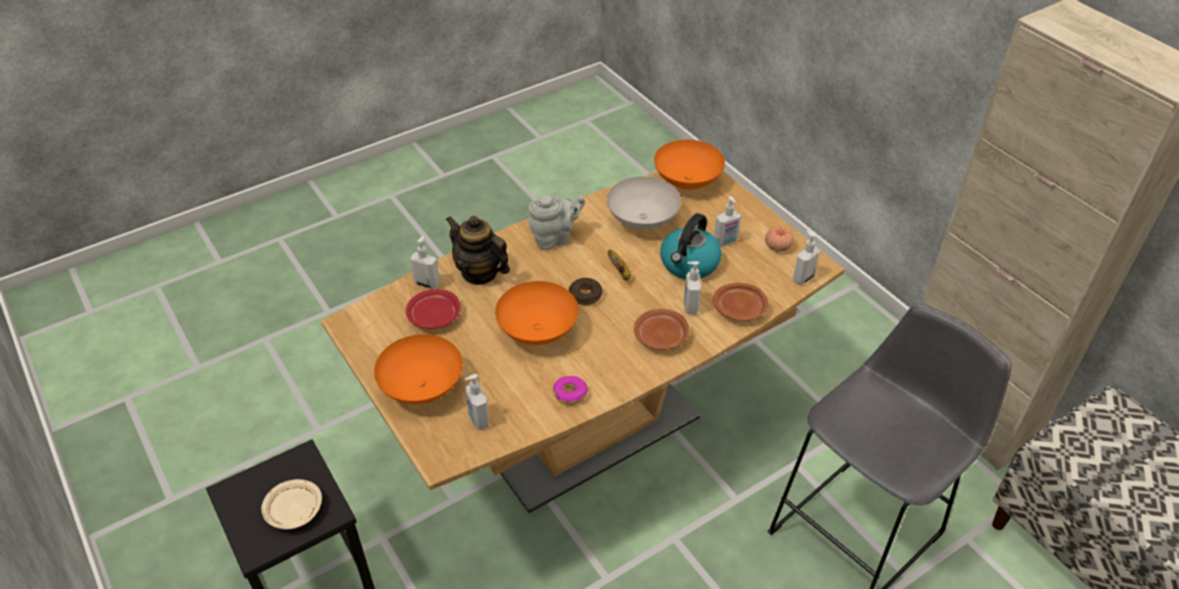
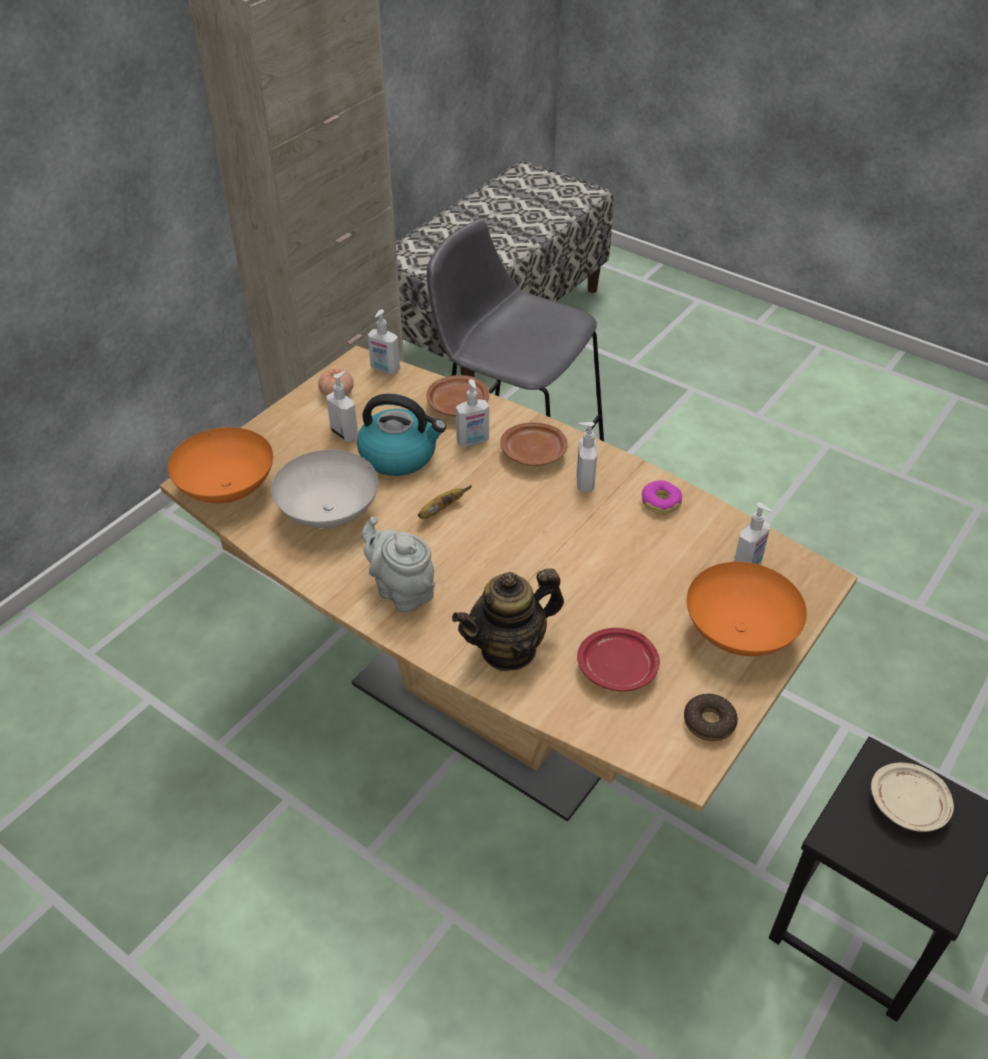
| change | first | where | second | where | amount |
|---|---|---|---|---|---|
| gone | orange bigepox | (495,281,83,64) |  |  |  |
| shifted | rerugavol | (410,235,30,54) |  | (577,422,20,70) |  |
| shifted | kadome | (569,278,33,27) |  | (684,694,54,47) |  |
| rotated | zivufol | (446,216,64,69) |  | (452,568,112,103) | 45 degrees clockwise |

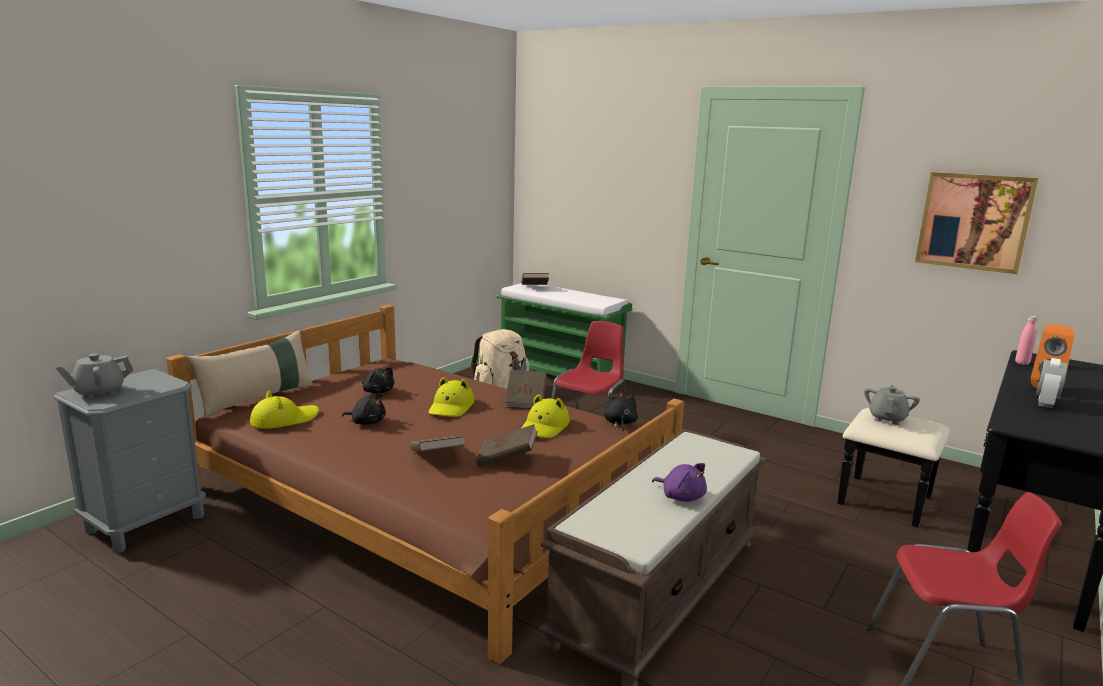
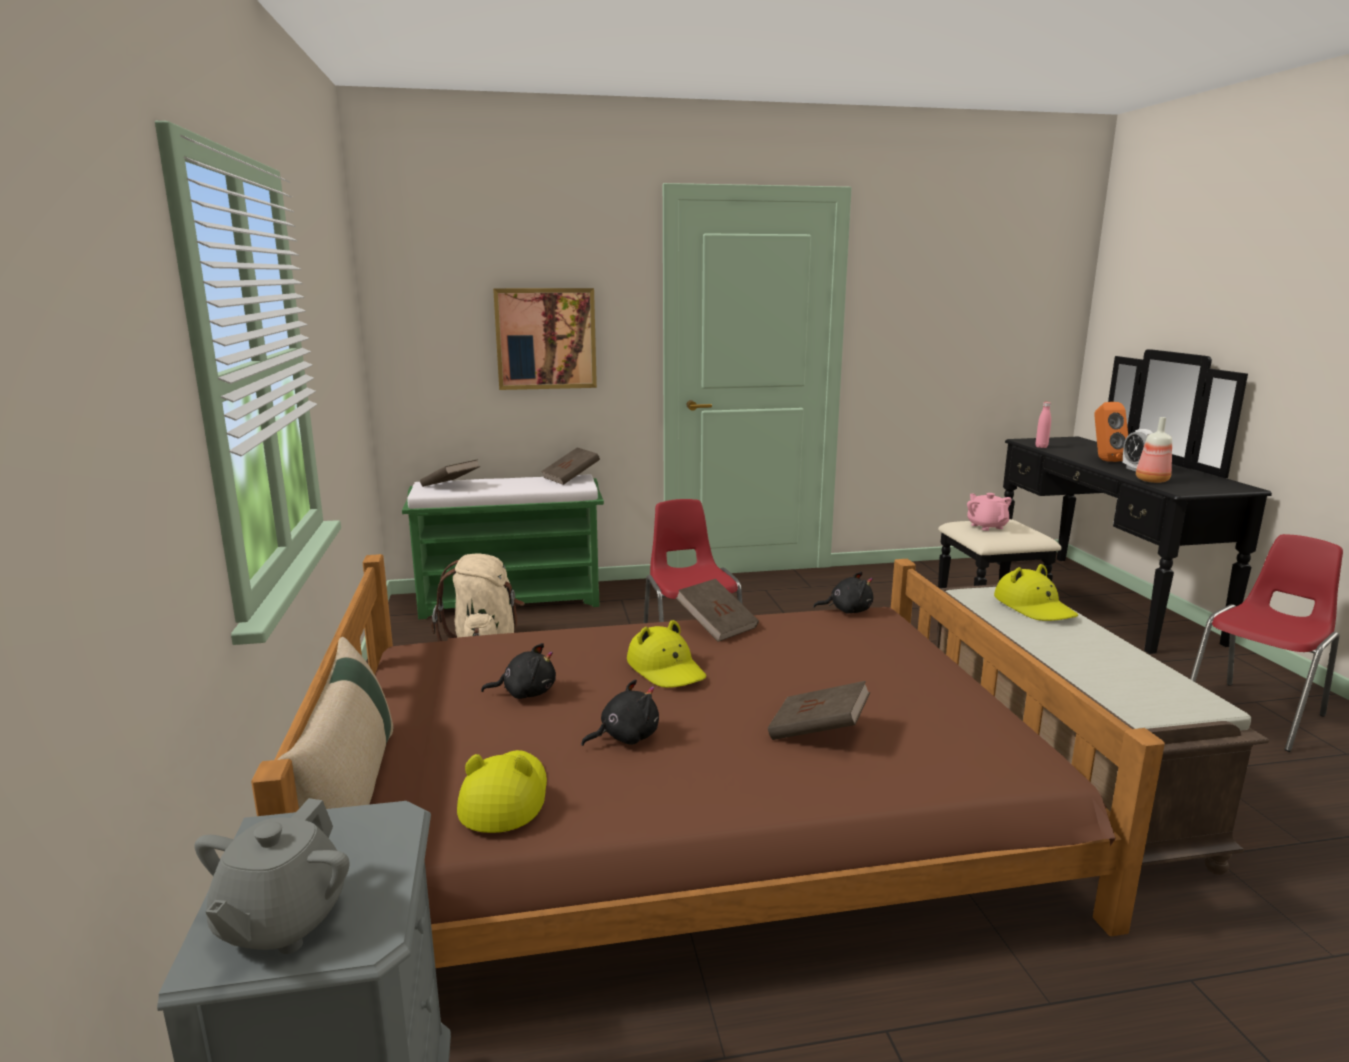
| change | first | where | second | where | amount |
|---|---|---|---|---|---|
| gone | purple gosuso | (652,463,55,39) |  |  |  |
| new |  |  | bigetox | (1136,417,36,66) |  |
| shifted | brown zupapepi | (476,424,62,43) |  | (541,448,59,37) |  |
| shifted | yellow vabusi | (522,394,48,44) |  | (994,564,84,57) |  |
| shifted | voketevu | (915,172,123,102) |  | (493,288,104,102) |  |
| repainted | grey zivufol | (864,385,56,40) | pink zivufol | (967,493,45,38) |  |
| rotated | black gosuso | (604,392,34,40) |  | (813,572,60,42) | 135 degrees clockwise |

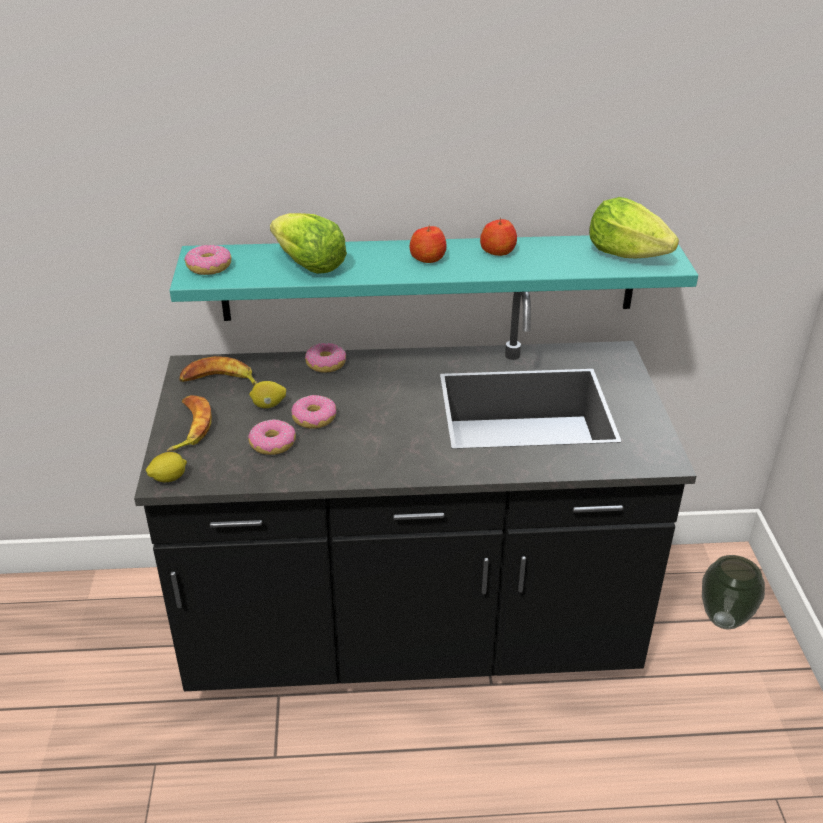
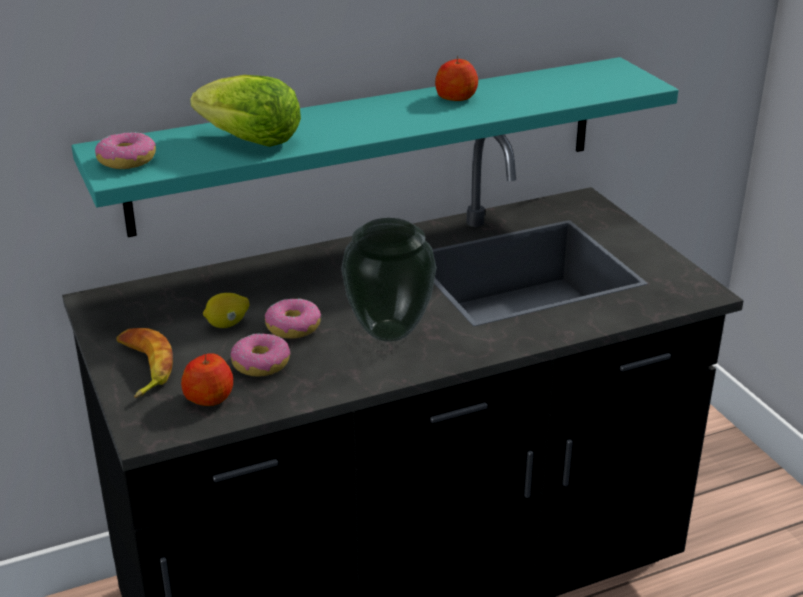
| change | first | where | second | where | amount |
|---|---|---|---|---|---|
| gone | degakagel | (146,452,41,30) |  |  |  |
| gone | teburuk | (179,356,78,29) |  |  |  |
| gone | kadome | (305,343,41,30) |  |  |  |
| gone | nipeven | (589,197,90,61) |  |  |  |
| shifted | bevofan | (410,225,37,38) |  | (181,353,52,53) |  |
| shifted | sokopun | (702,555,63,74) |  | (341,218,95,124) |  |

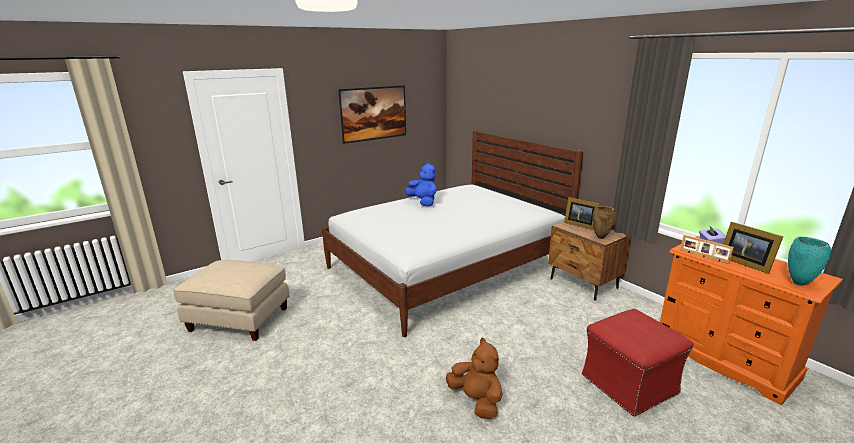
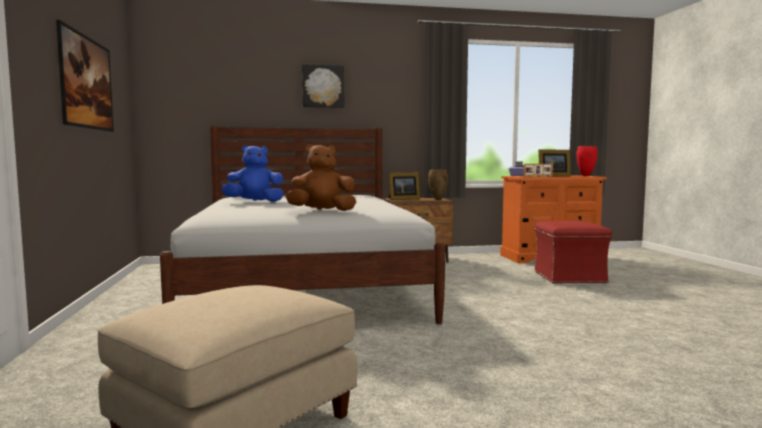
| change | first | where | second | where | amount |
|---|---|---|---|---|---|
| new |  |  | voketevu | (302,64,42,44) |  |
| shifted | brown gosuso | (446,338,57,81) |  | (285,144,71,67) |  |
| repainted | turquoise sokopun | (788,237,43,49) | red sokopun | (576,146,22,30) |  |

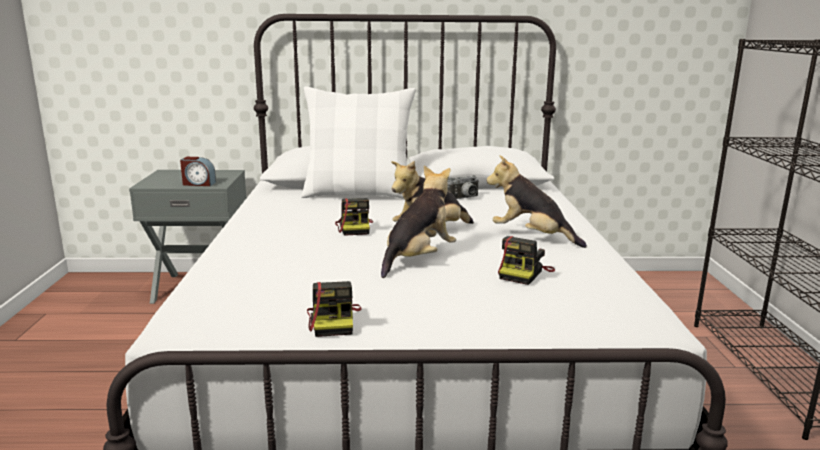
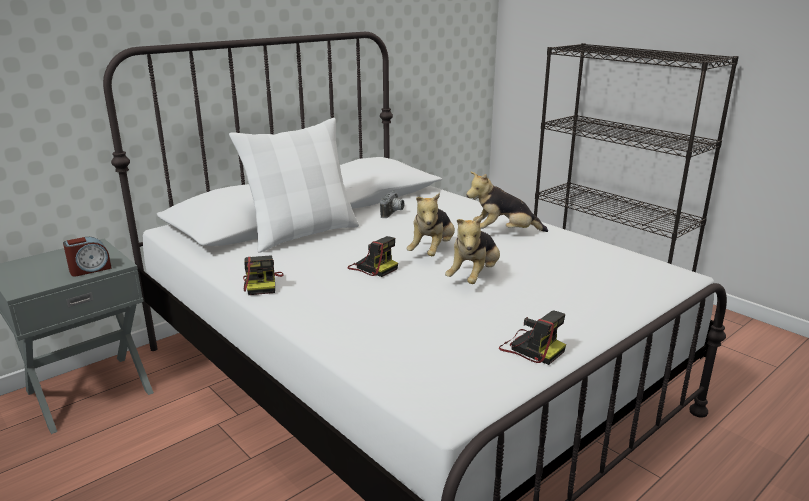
| change | first | where | second | where | amount |
|---|---|---|---|---|---|
| shifted | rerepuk | (498,236,57,49) |  | (243,255,41,40) |  |
| rotated | gosuso | (381,166,75,112) |  | (445,215,55,69) | 150 degrees counterclockwise |

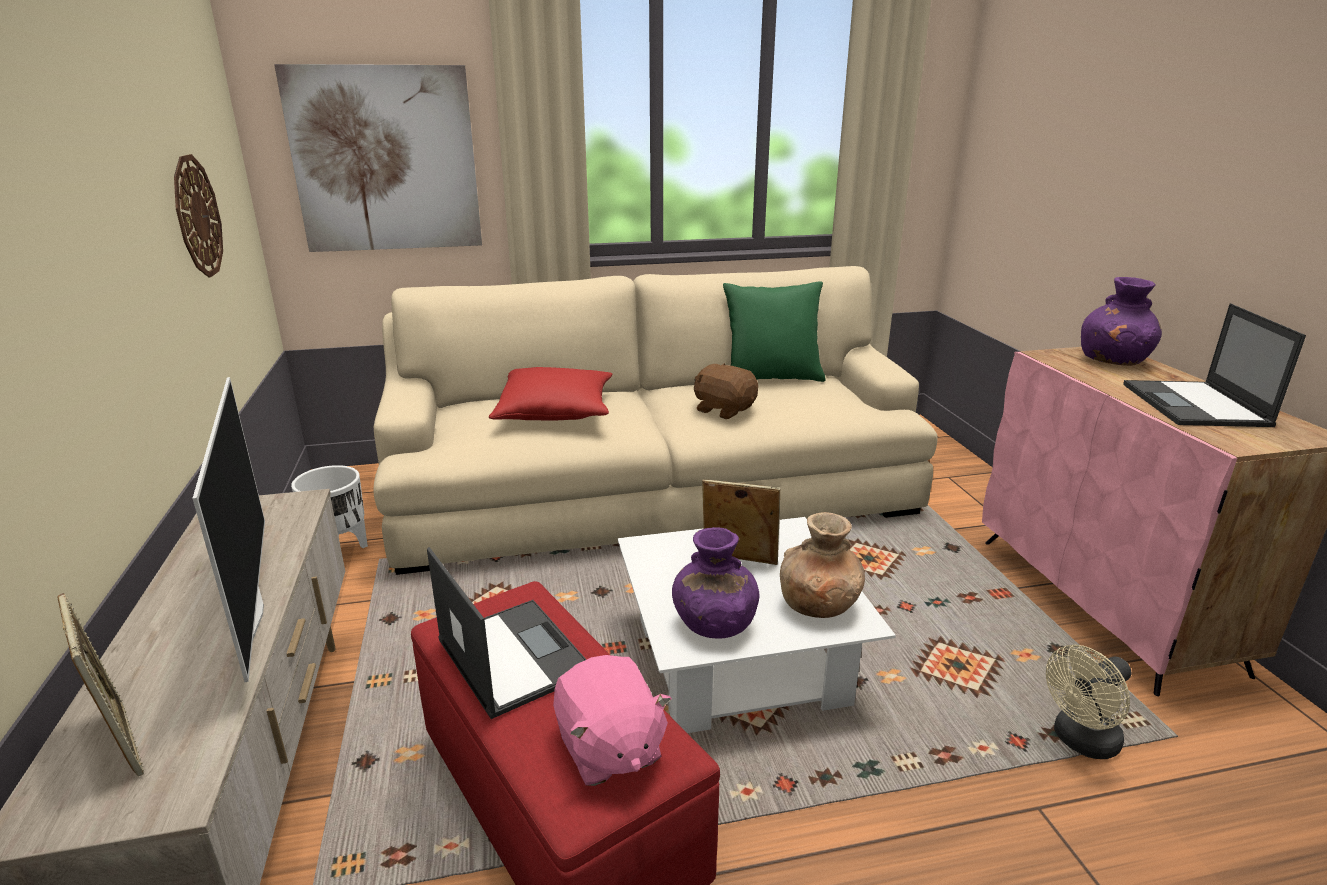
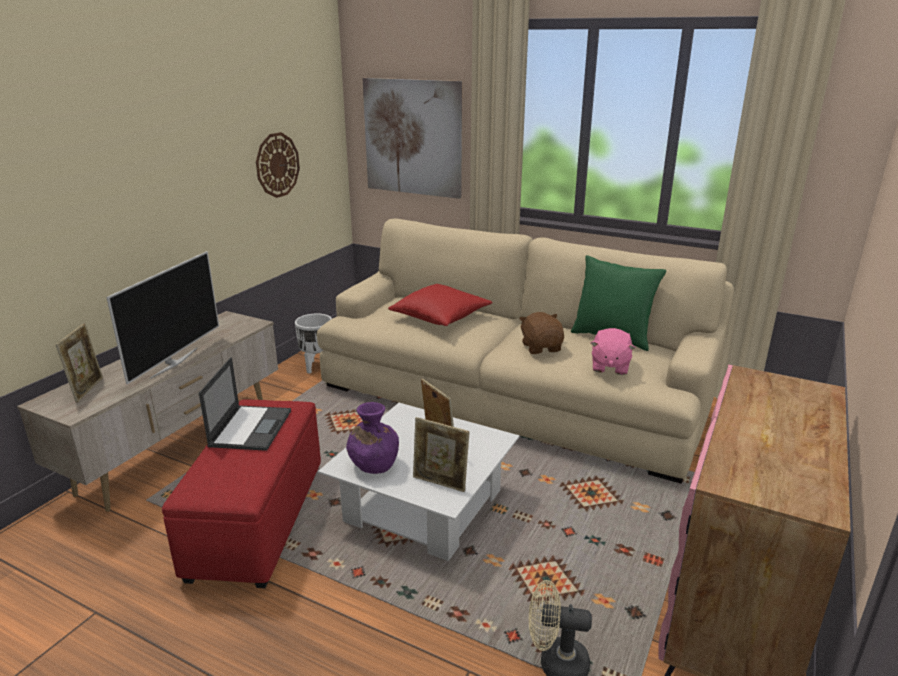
| change | first | where | second | where | amount |
|---|---|---|---|---|---|
| gone | purple sokopun | (1081,277,81,89) |  |  |  |
| gone | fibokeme | (1123,303,183,124) |  |  |  |
| shifted | pink gosuso | (553,655,119,131) |  | (591,328,45,47) |  |
| swapped | brown sokopun | (780,512,85,106) | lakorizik | (413,417,57,75) |  |

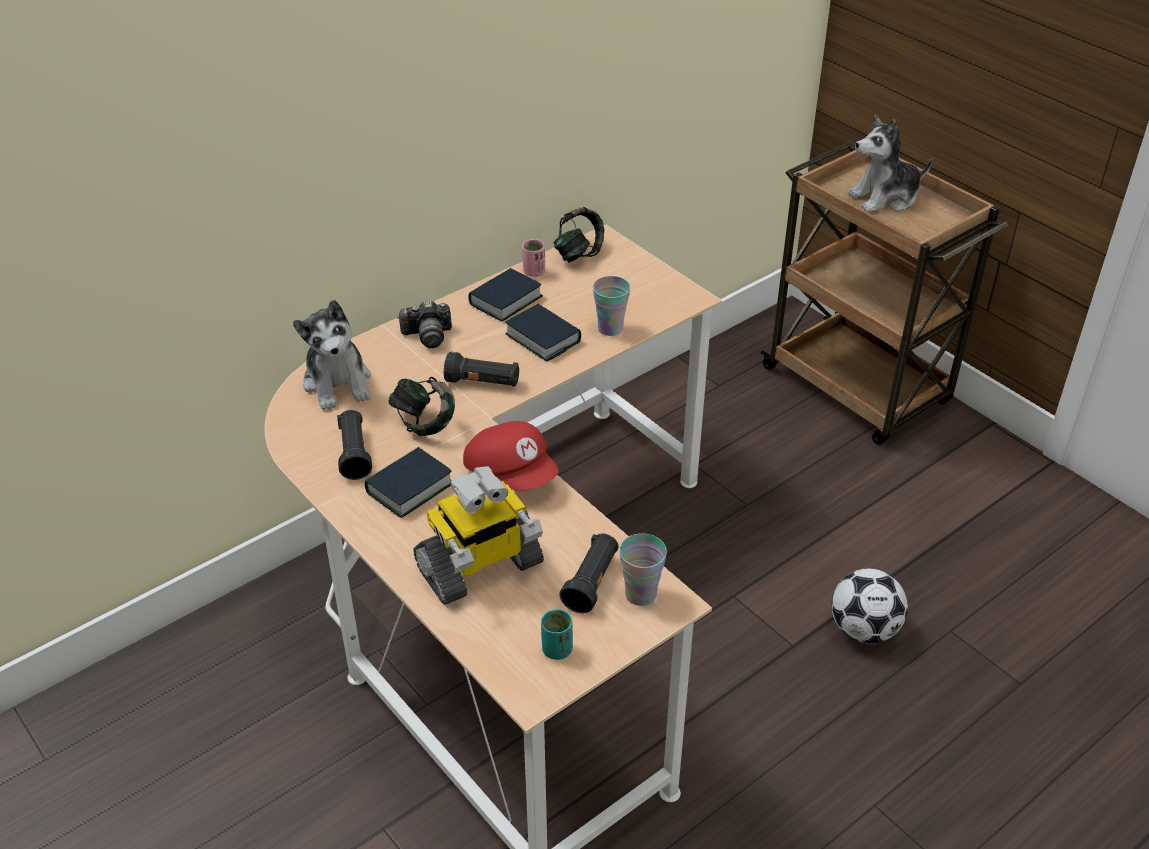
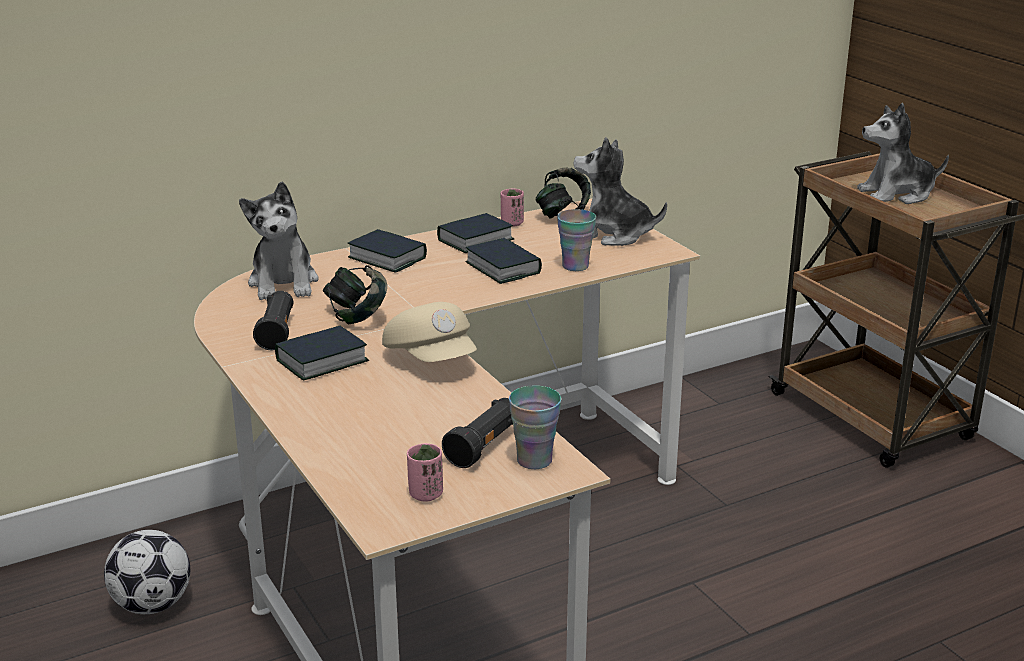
| change | first | where | second | where | amount |
|---|---|---|---|---|---|
| gone | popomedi | (413,466,131,139) |  |  |  |
| gone | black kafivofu | (444,352,75,35) |  |  |  |
| new |  |  | gosuso | (574,137,93,109) |  |
| shifted | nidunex | (832,569,76,75) |  | (104,530,86,84) |  |
| swapped | rerepuk | (397,300,55,48) | zupapepi | (348,229,79,44) |  |
| repainted | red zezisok | (463,421,96,70) | beige zezisok | (382,302,95,60) |  |
| repainted | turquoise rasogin | (541,609,32,51) | pink rasogin | (407,443,36,59) |  |

